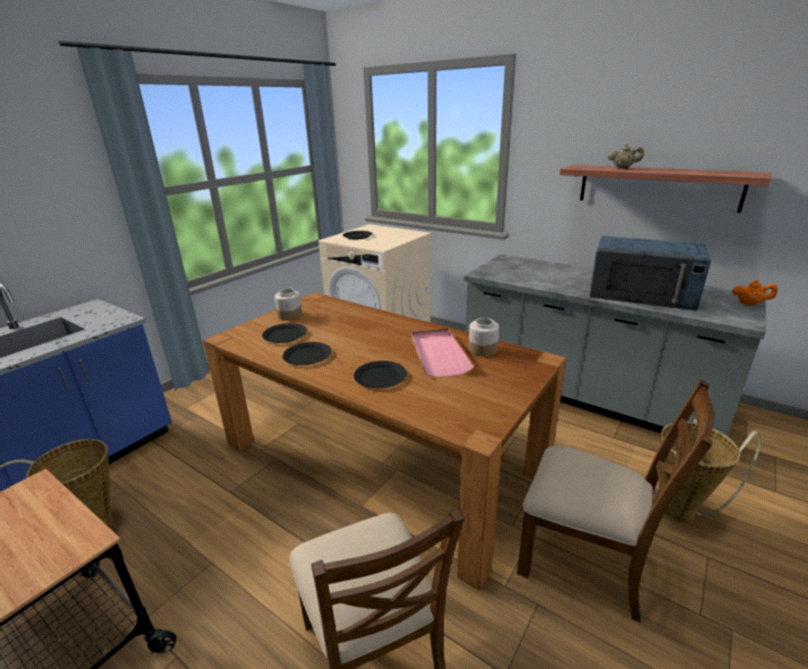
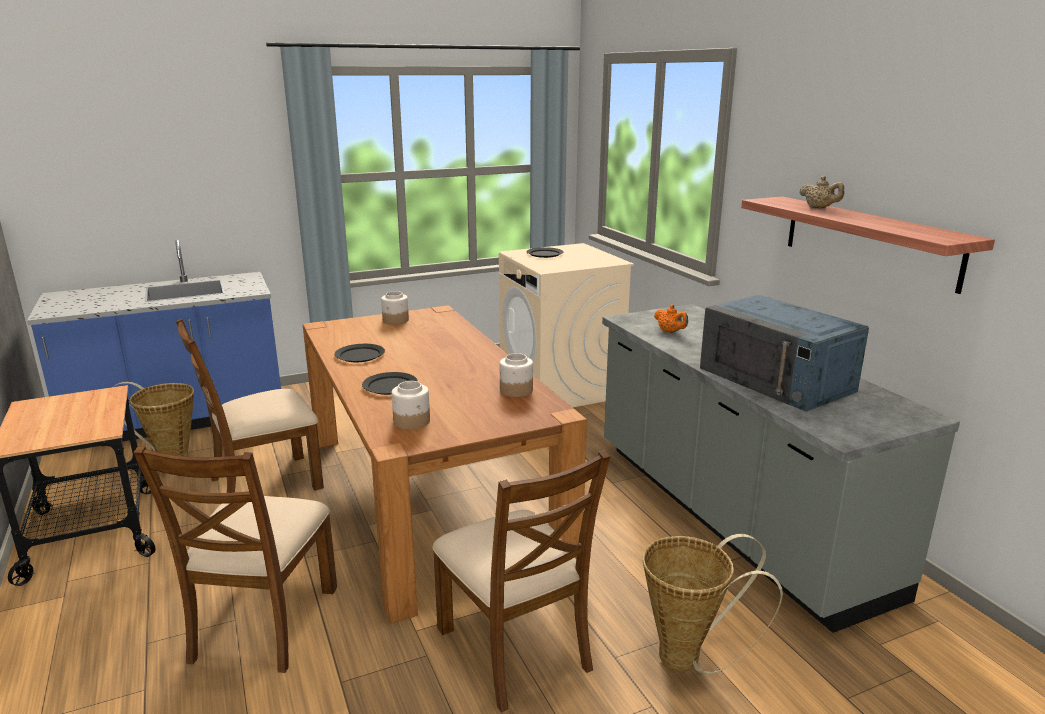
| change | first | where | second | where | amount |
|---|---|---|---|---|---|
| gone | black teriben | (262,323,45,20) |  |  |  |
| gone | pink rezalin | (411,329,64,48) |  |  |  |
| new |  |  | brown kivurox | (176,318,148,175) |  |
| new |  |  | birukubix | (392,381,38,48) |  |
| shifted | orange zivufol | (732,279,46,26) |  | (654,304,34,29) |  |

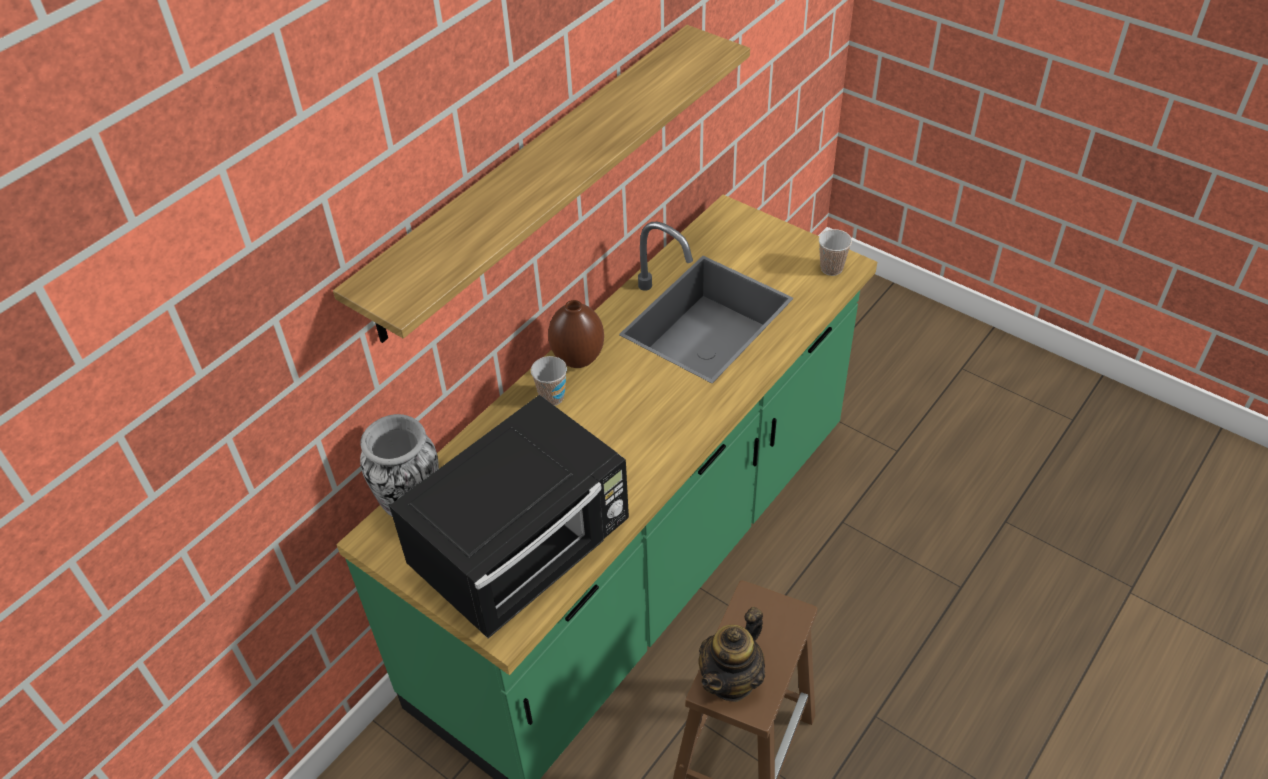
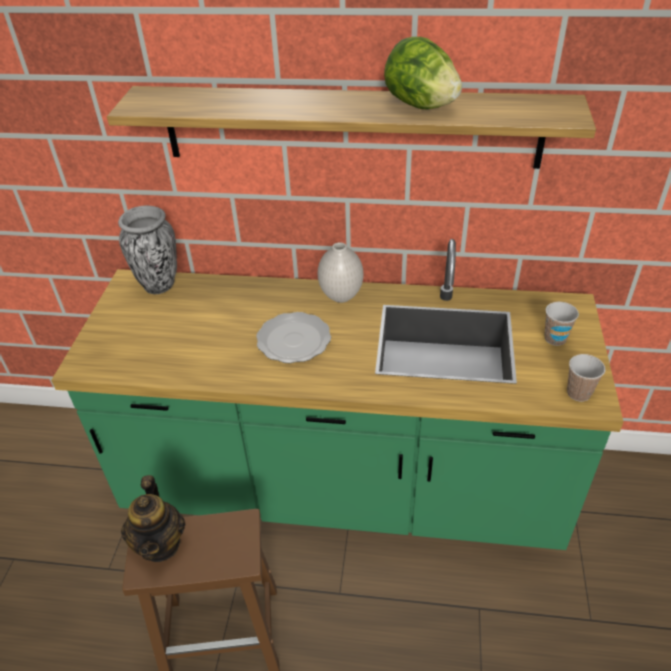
| change | first | where | second | where | amount |
|---|---|---|---|---|---|
| gone | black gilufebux | (389,395,240,244) |  |  |  |
| new |  |  | teriben | (256,312,75,51) |  |
| new |  |  | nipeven | (384,37,78,72) |  |
| shifted | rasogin | (531,356,36,50) |  | (544,302,35,44) |  |
| repainted | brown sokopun | (548,300,56,68) | white sokopun | (318,242,46,61) |  |
| rotated | zivufol | (699,607,66,95) |  | (121,475,64,87) | 105 degrees counterclockwise |

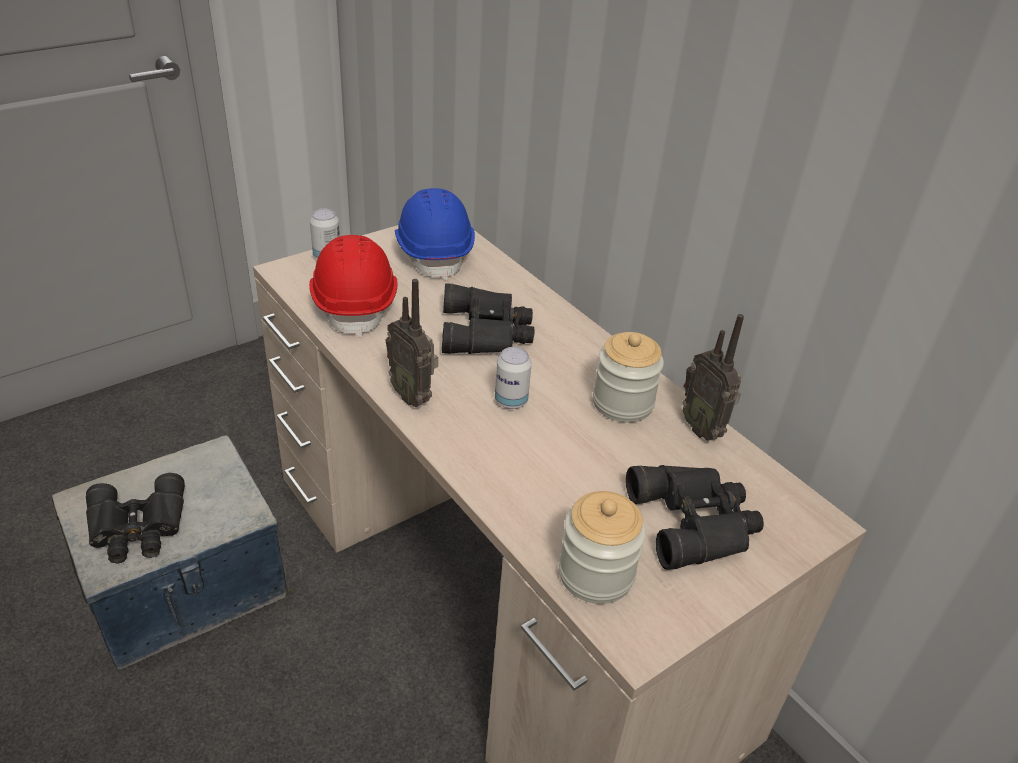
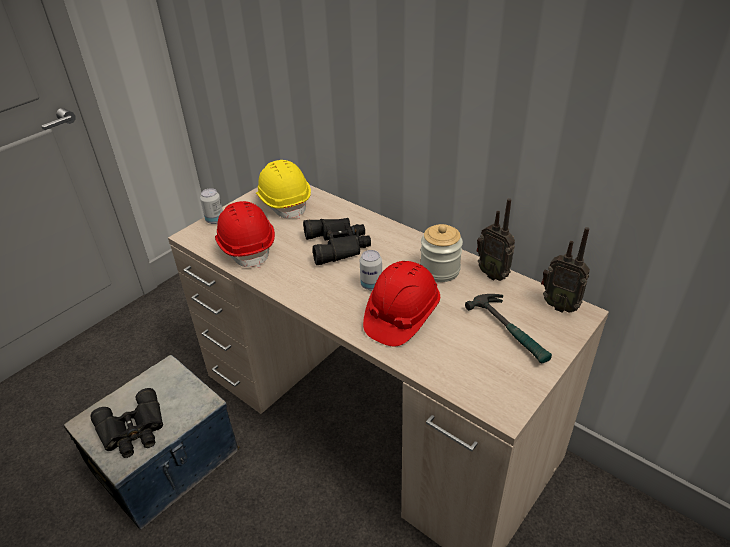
| change | first | where | second | where | amount |
|---|---|---|---|---|---|
| gone | birukubix | (559,491,87,113) |  |  |  |
| new |  |  | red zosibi | (363,261,77,85) |  |
| shifted | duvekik | (386,279,52,128) |  | (541,227,49,86) |  |
| swapped | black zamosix | (626,465,138,105) | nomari | (465,294,87,69) |  |
| repainted | blue zosibi | (395,188,80,92) | yellow zosibi | (256,160,55,59) |  |

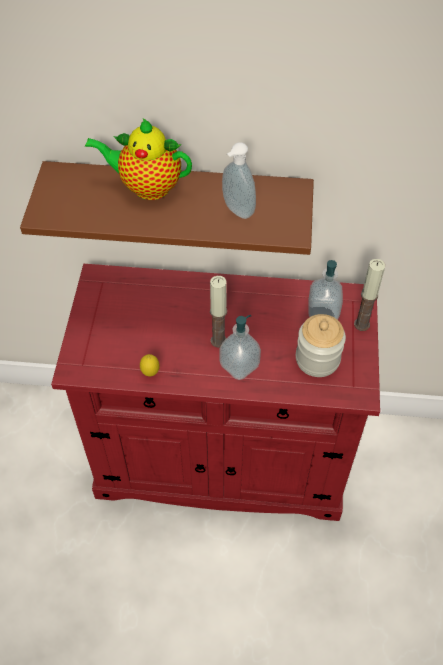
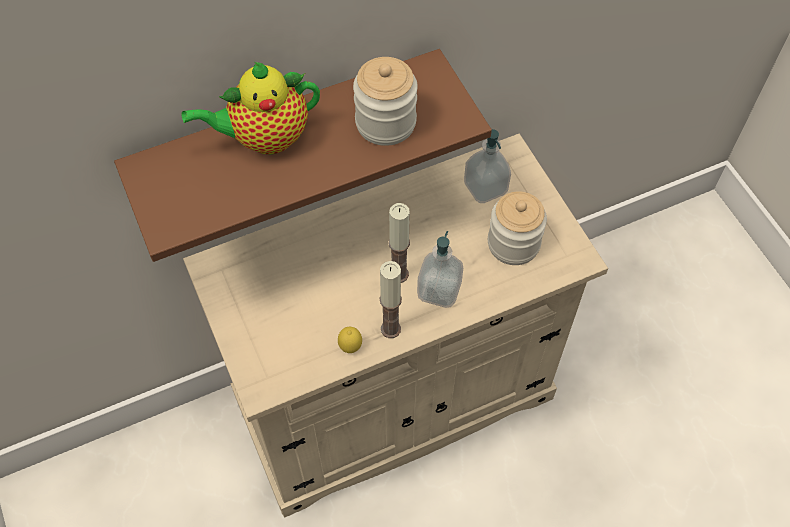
| change | first | where | second | where | amount |
|---|---|---|---|---|---|
| shifted | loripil | (354,259,31,72) |  | (380,261,22,77) |  |
| swapped | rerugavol | (222,142,34,77) | birukubix | (353,57,65,89) |  |
| repainted | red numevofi | (51,264,329,257) | beige numevofi | (183,134,425,384) |  |

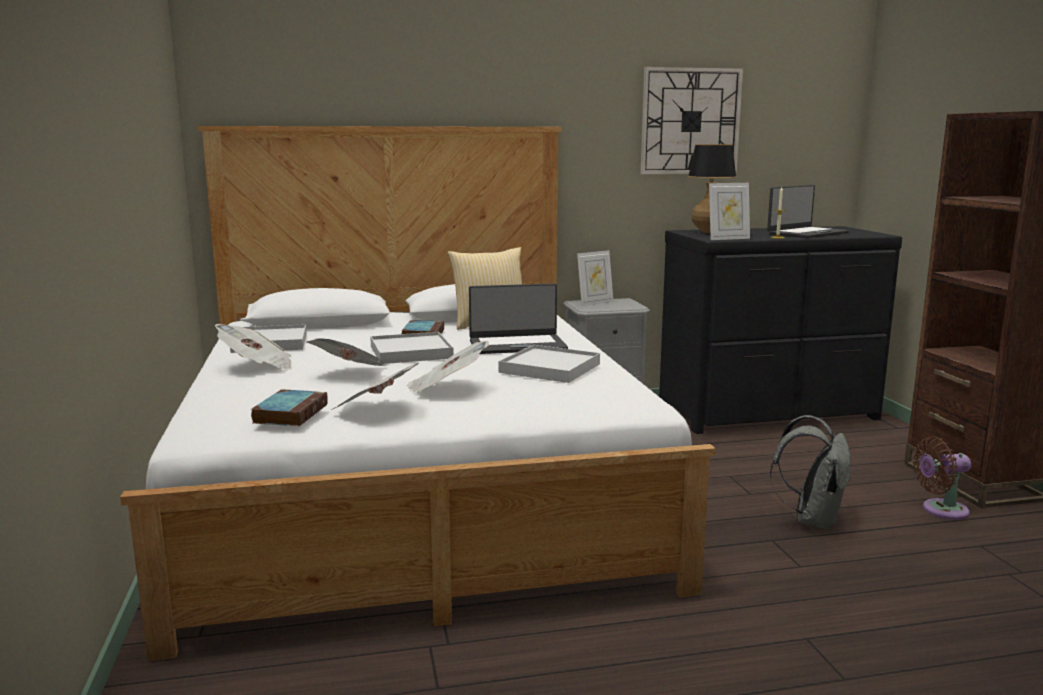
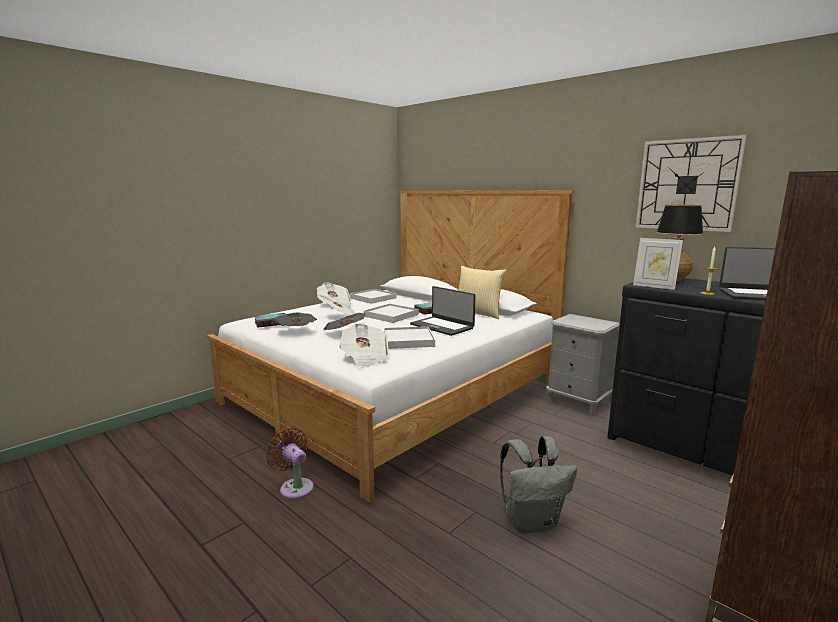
| change | first | where | second | where | amount |
|---|---|---|---|---|---|
| gone | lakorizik | (577,250,37,56) |  |  |  |
| new |  |  | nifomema | (339,323,50,45) |  |
| shifted | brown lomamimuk | (913,437,58,83) |  | (266,428,48,71) |  |

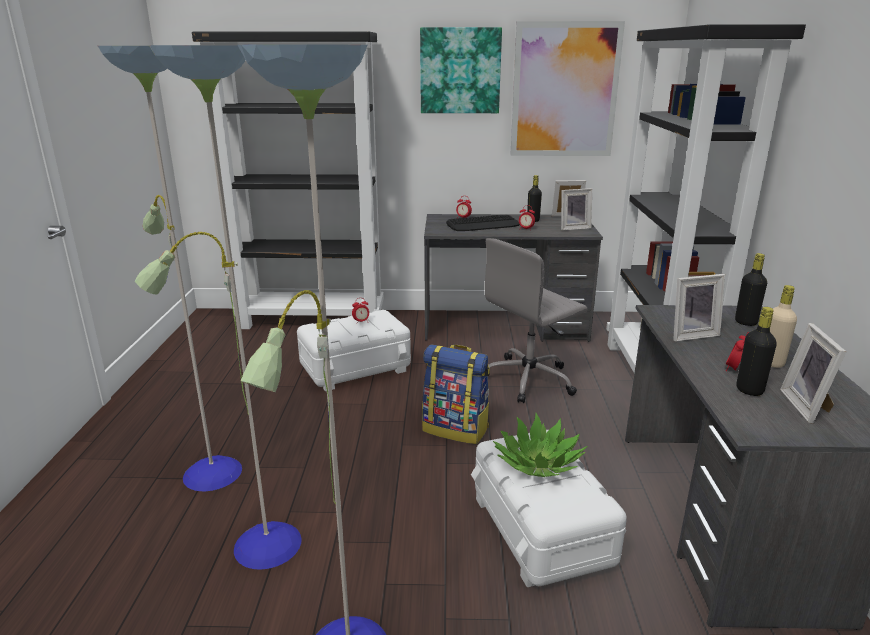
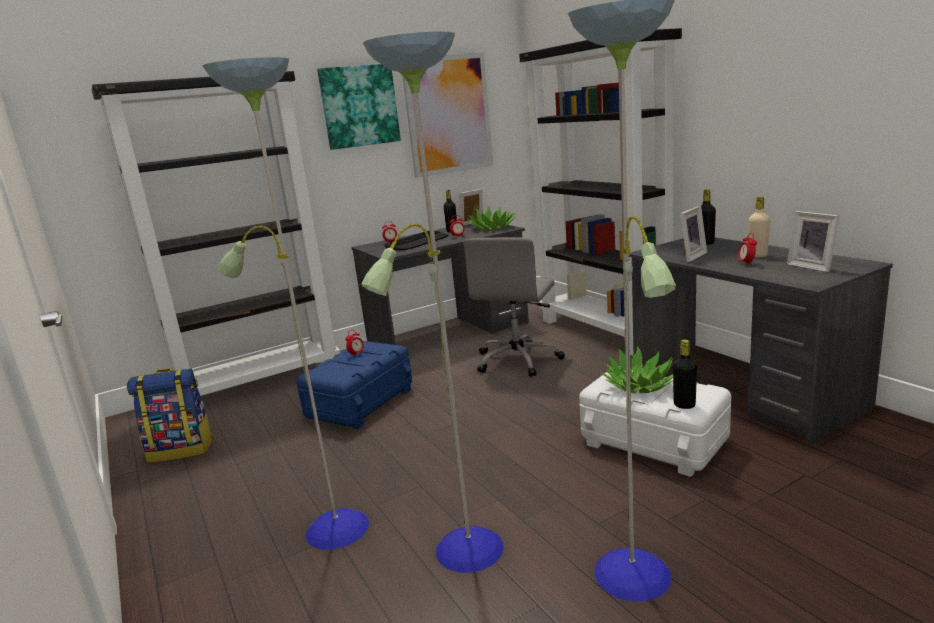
| change | first | where | second | where | amount |
|---|---|---|---|---|---|
| shifted | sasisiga | (422,344,68,100) |  | (127,368,86,95) |  |
| shifted | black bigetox | (736,307,41,89) |  | (673,340,24,69) |  |
| swapped | lakorizik | (561,188,31,43) | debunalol | (466,206,50,24) |  |
| repainted | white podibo | (297,310,114,81) | blue podibo | (297,341,115,88) |  |

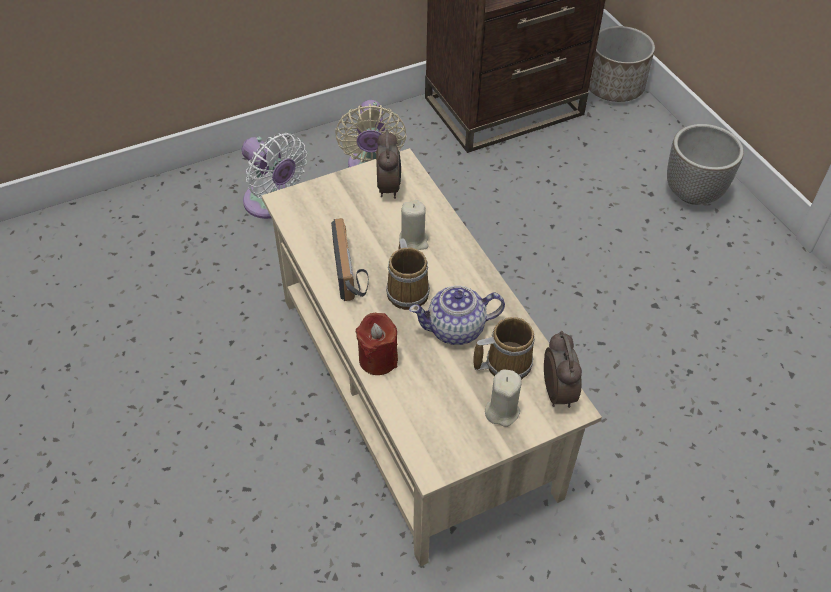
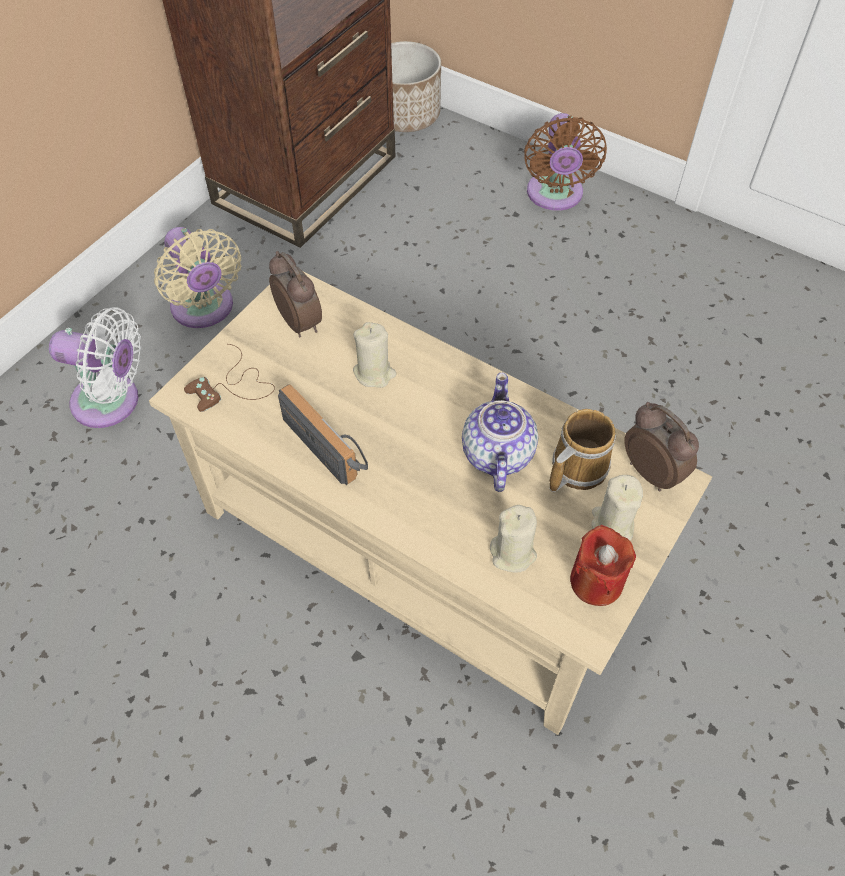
| change | first | where | second | where | amount |
|---|---|---|---|---|---|
| gone | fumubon | (386,238,44,72) |  |  |  |
| new |  |  | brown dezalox | (184,344,91,68) |  |
| new |  |  | beige loripil | (490,505,47,68) |  |
| shifted | red loripil | (355,313,43,62) |  | (570,525,66,81) |  |
| swapped | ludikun | (667,124,77,81) | brown lomamimuk | (524,113,83,98) |  |
| rotated | zivufol | (409,286,96,59) |  | (462,373,76,119) | 135 degrees clockwise |

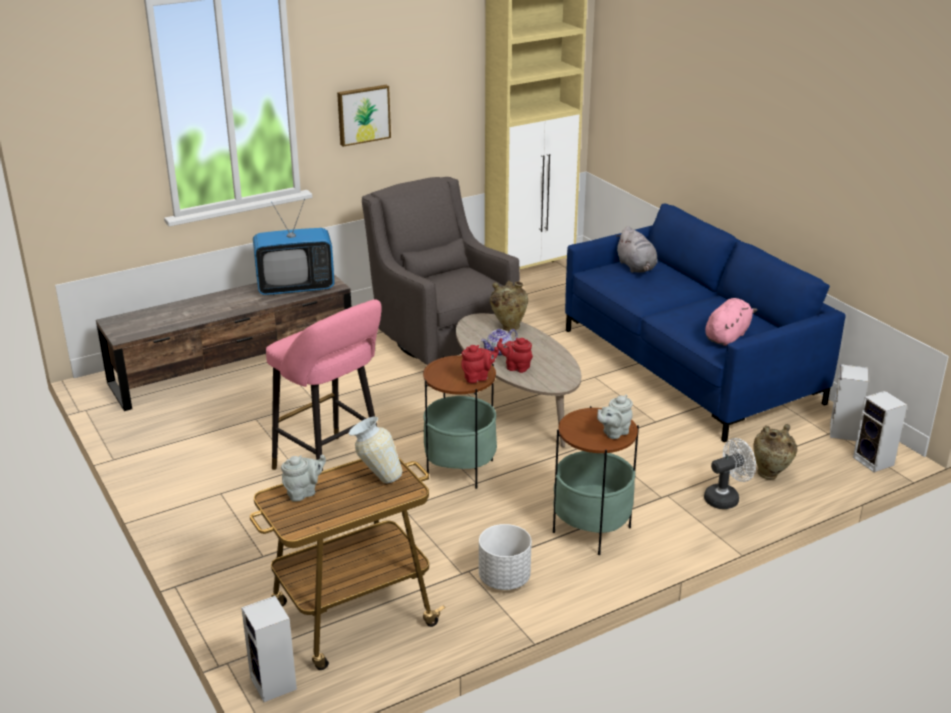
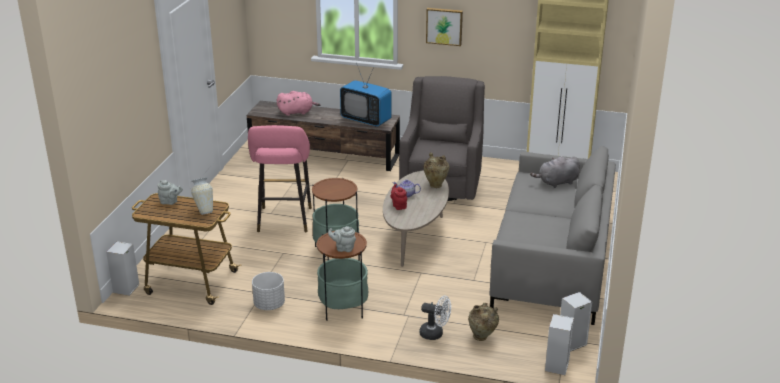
| change | first | where | second | where | amount |
|---|---|---|---|---|---|
| gone | red zivufol | (461,345,38,38) |  |  |  |
| shifted | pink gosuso | (705,298,52,48) |  | (277,91,44,25) |  |
| repainted | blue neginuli | (565,204,281,238) | grey neginuli | (489,146,127,179) |  |
| rotated | grey gosuso | (617,226,41,47) |  | (530,156,50,32) | 45 degrees clockwise |

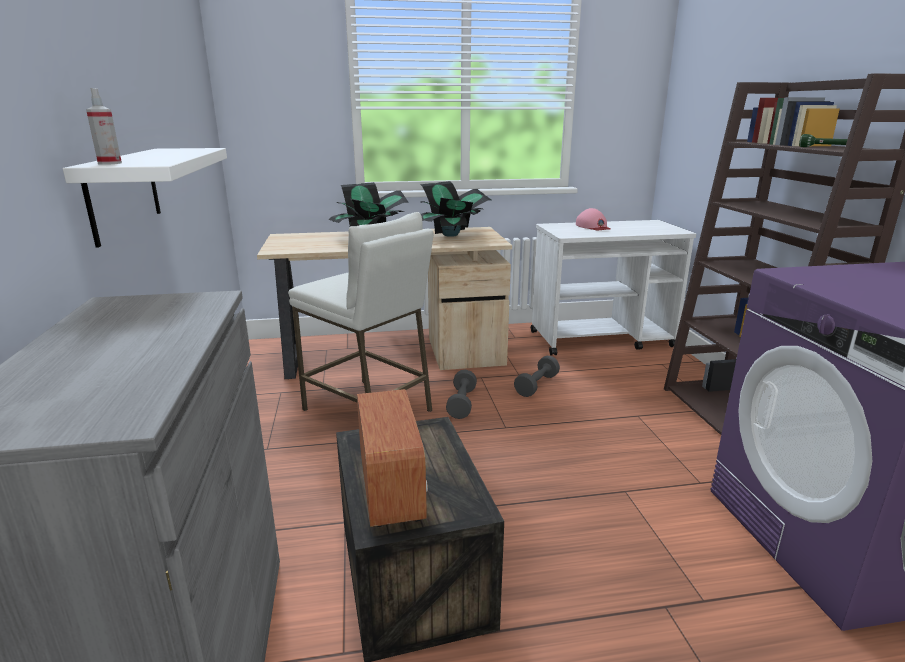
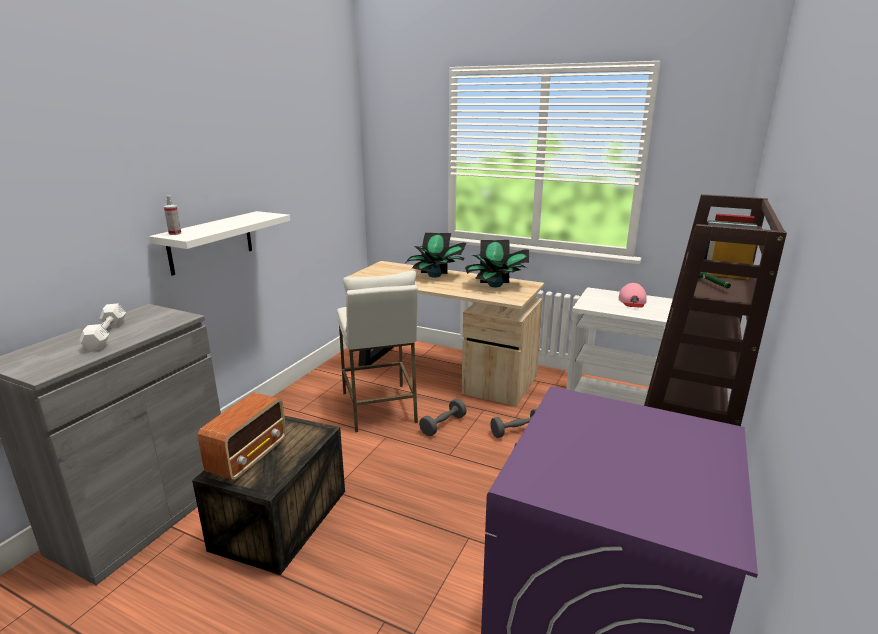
| change | first | where | second | where | amount |
|---|---|---|---|---|---|
| new |  |  | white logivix | (79,303,47,48) |  |

